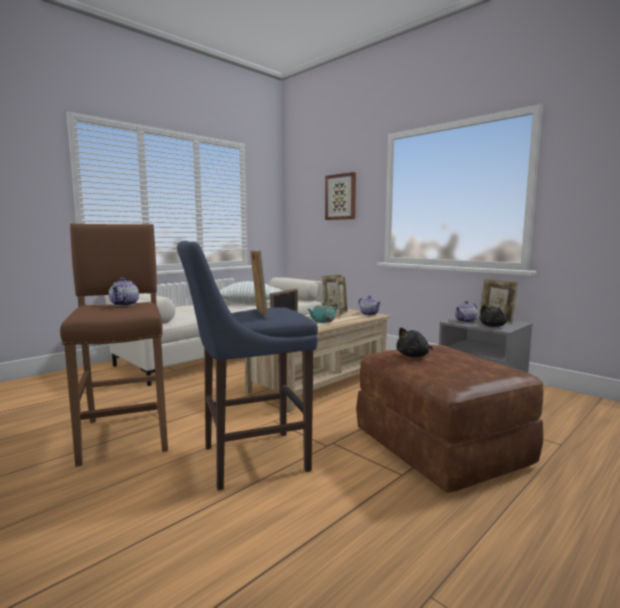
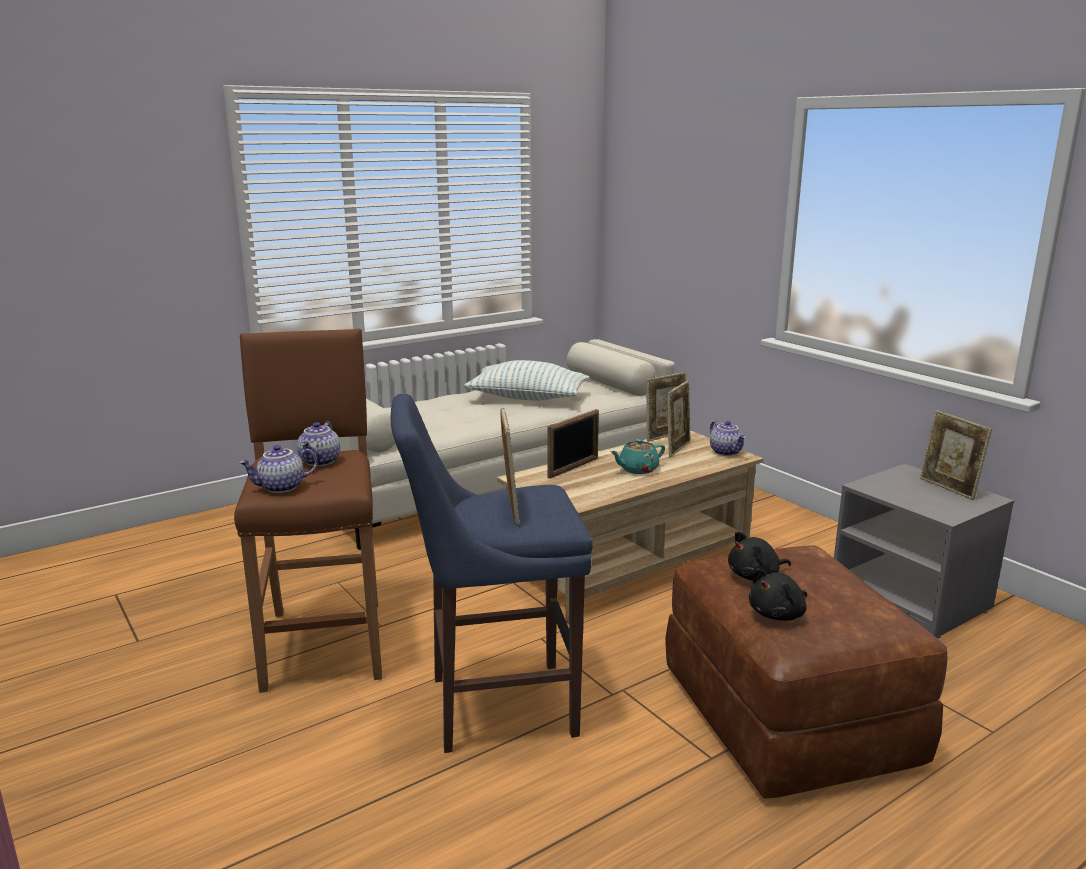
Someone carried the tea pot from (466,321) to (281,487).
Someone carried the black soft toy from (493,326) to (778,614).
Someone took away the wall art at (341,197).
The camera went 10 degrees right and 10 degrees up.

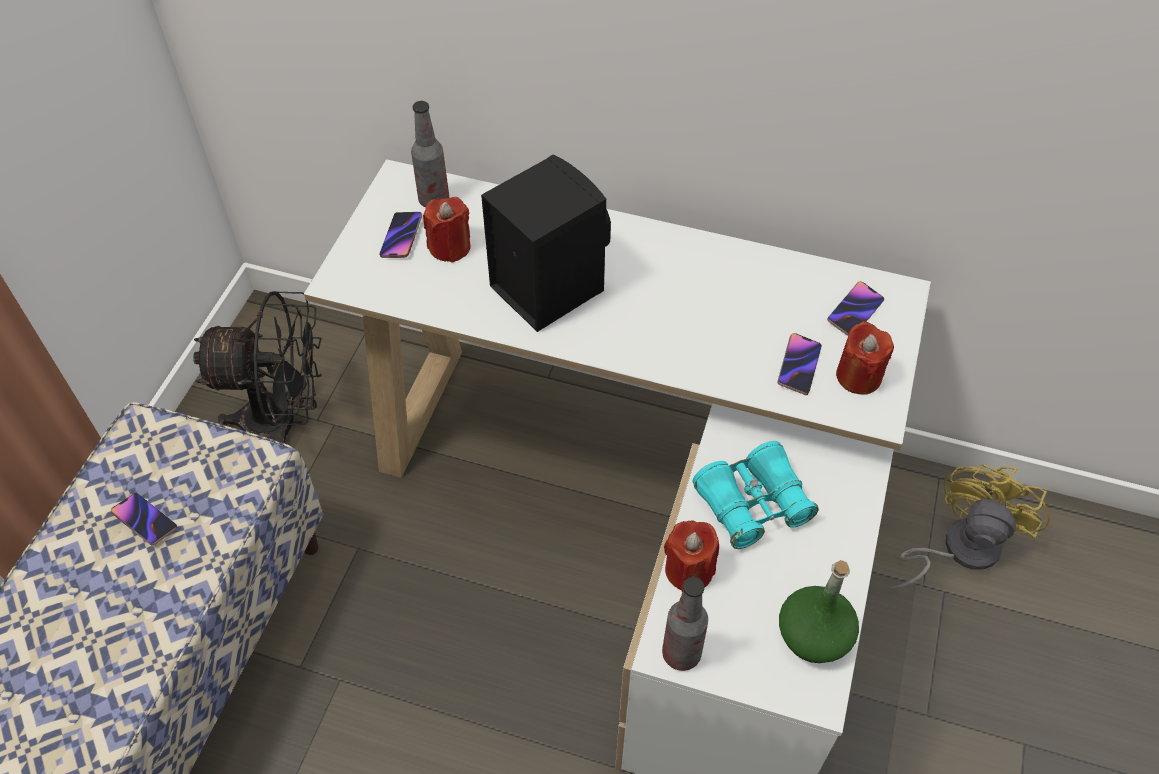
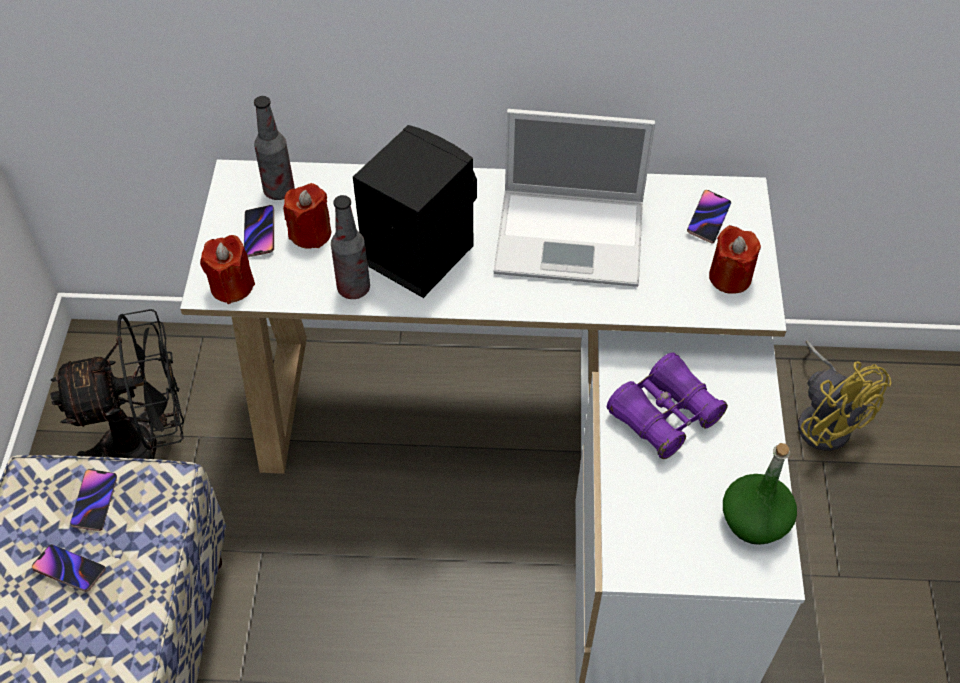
Someone carried the phone from (798,366) to (95,501).
Someone carried the red wax light from (689,570) to (232,286).
Someone carried the beverage bottle from (681,653) to (353,288).
Someone put down the portable computer at (573,237).
Someone repainted the turquoise-coloured pair of binoculars at (752,504), which became the purple pair of binoculars at (664,415).
Someone rotated the yellowish cooling fan at (958,549) by 135 degrees clockwise.
The camera went 15 degrees left and 0 degrees up.

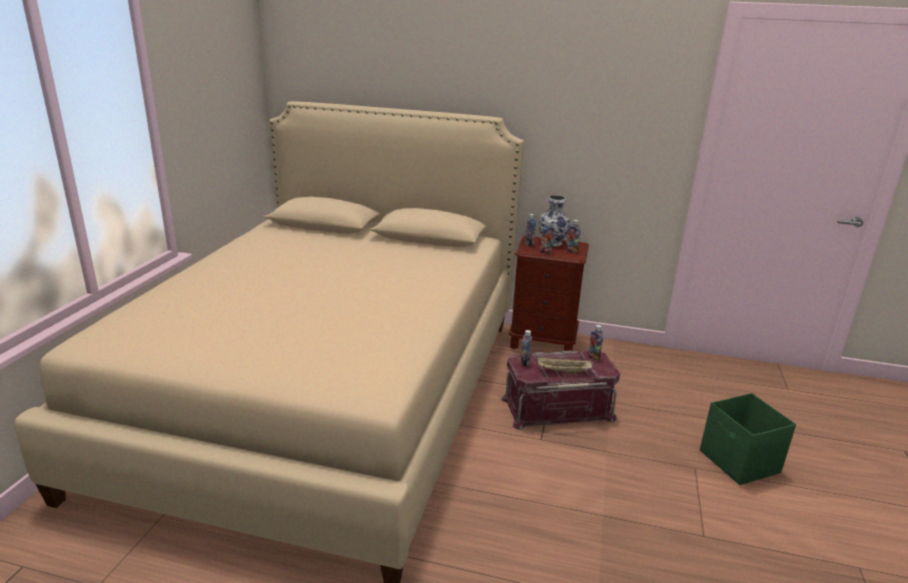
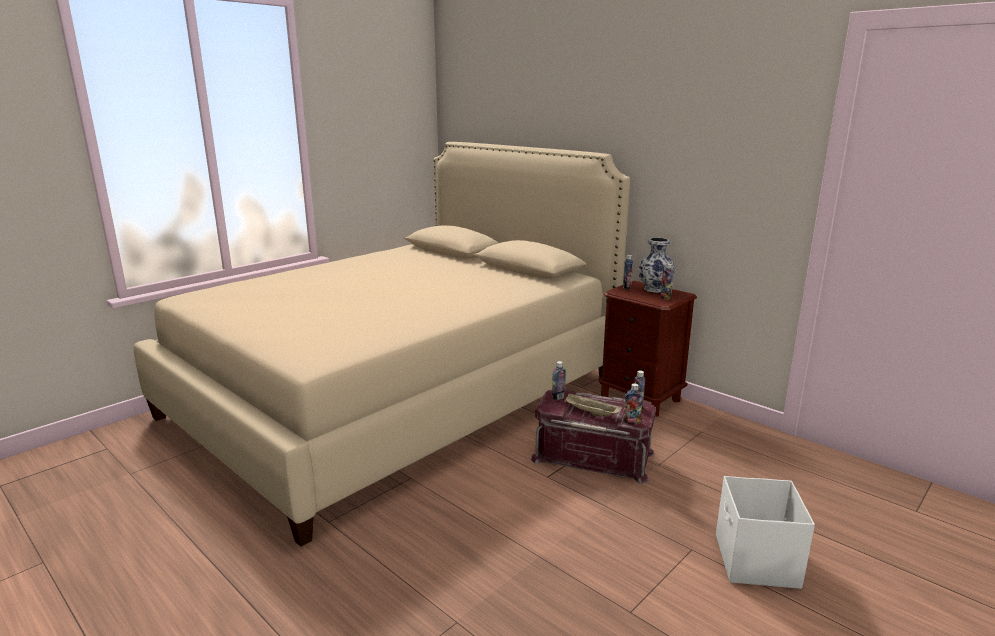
Someone carried the beverage bottle from (546,252) to (631,422).
Someone repainted the green-coloured storage container at (739,462), which became the whitish storage container at (755,562).
The camera went 30 degrees right and 5 degrees down.

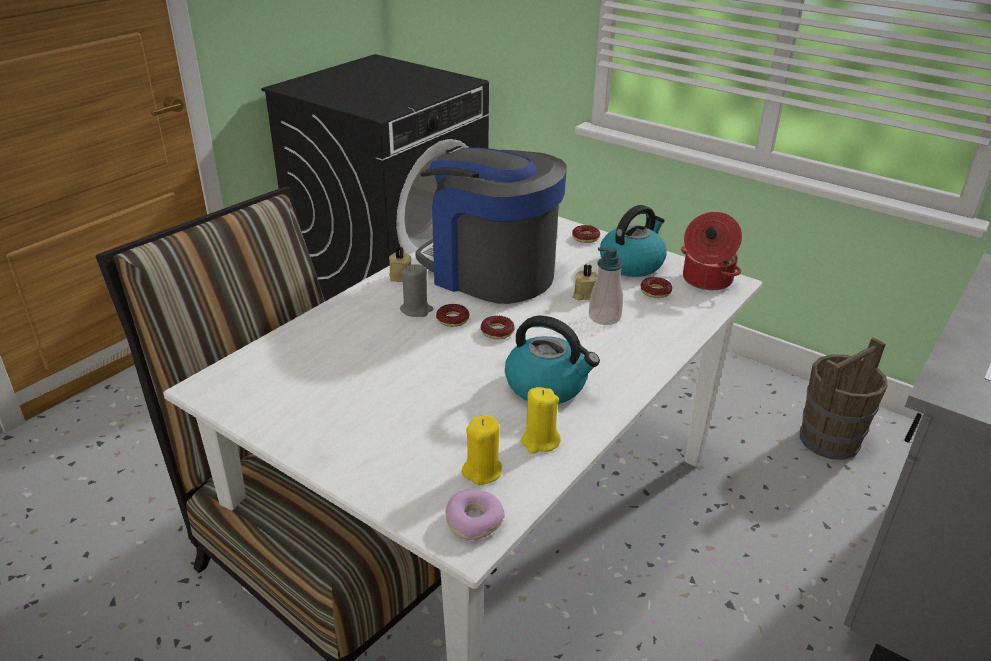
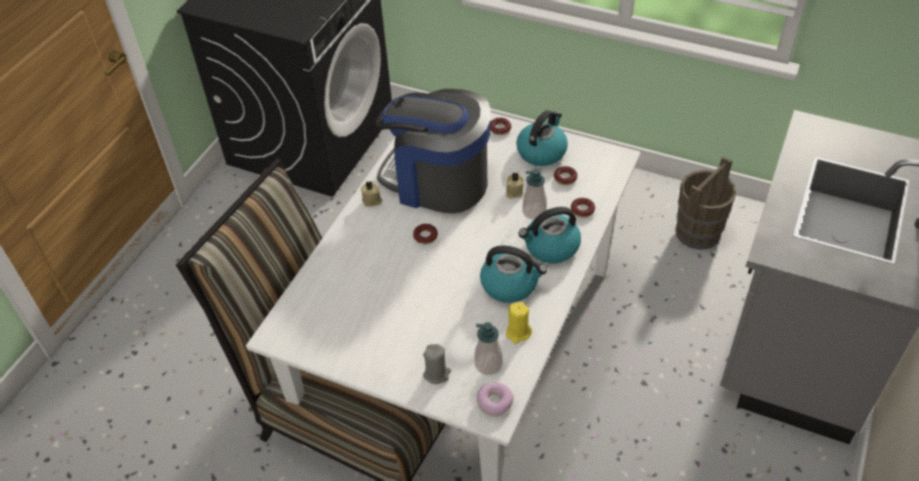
Someone carried the gray wax light from (416,310) to (437,374).
Someone swapped the yellowish wax light at (482,471) for the liquid soap bottle at (488,364).
Someone put down the water kettle at (551,247).
Someone carried the ring doughnut from (497,331) to (582,210).
Someone took away the stockpot at (706,280).
The camera went 10 degrees left and 15 degrees up.

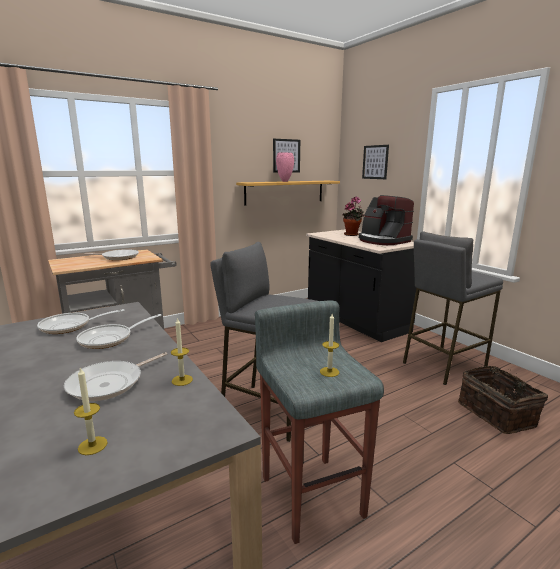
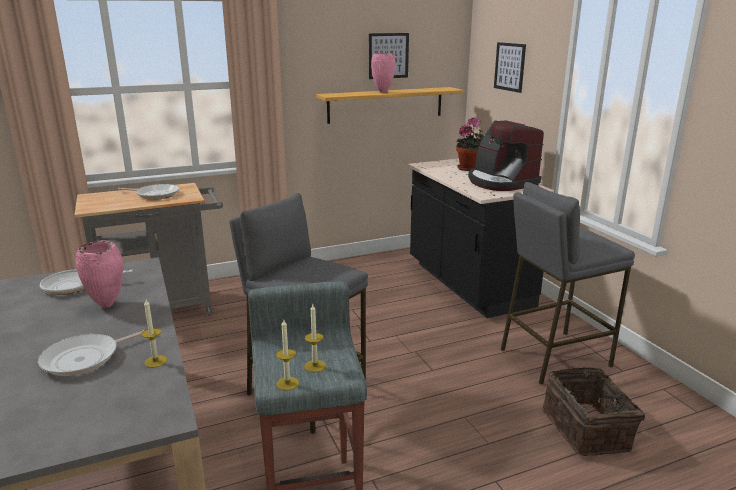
Someone swapped the frying pan at (110,339) for the pinkish flower vase at (108,305).
Someone carried the wax light from (92,445) to (287,383).
The camera went 10 degrees right and 5 degrees up.

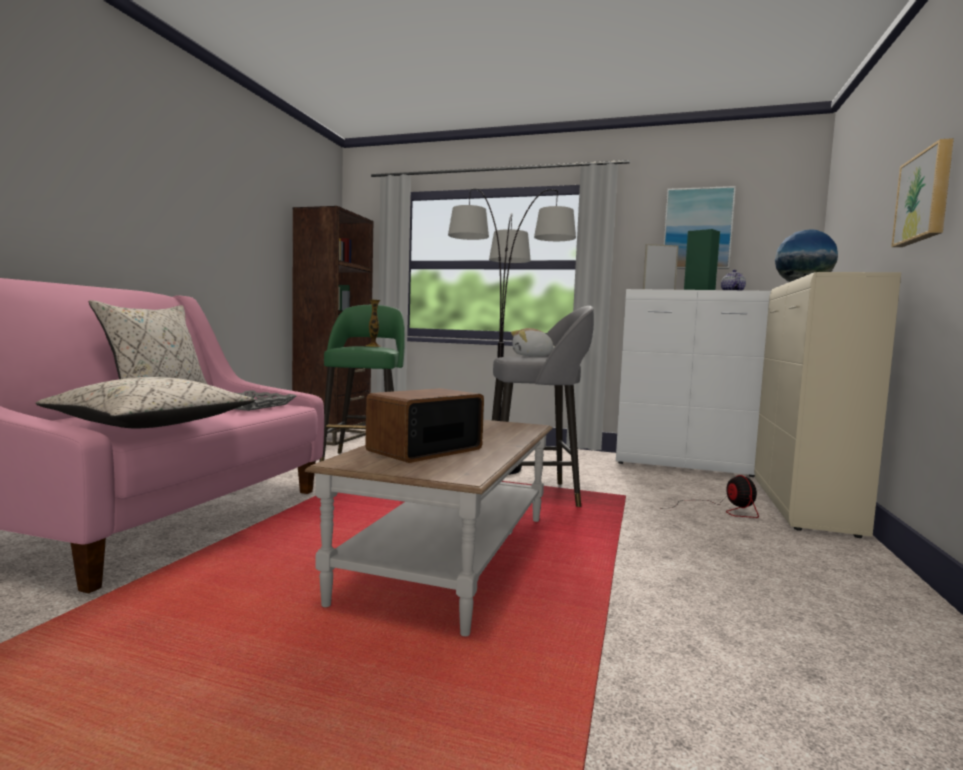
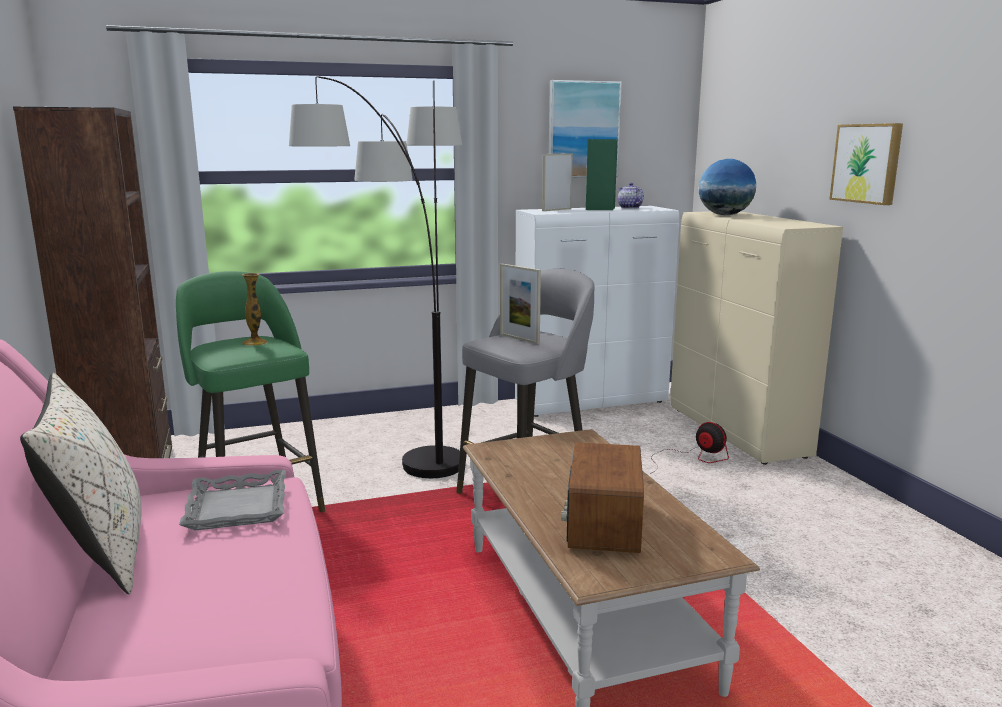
Someone swapped the soft toy at (532,356) for the photo frame at (519,338).
Someone took away the beige pillow at (151,425).
The camera went 35 degrees left and 10 degrees up.

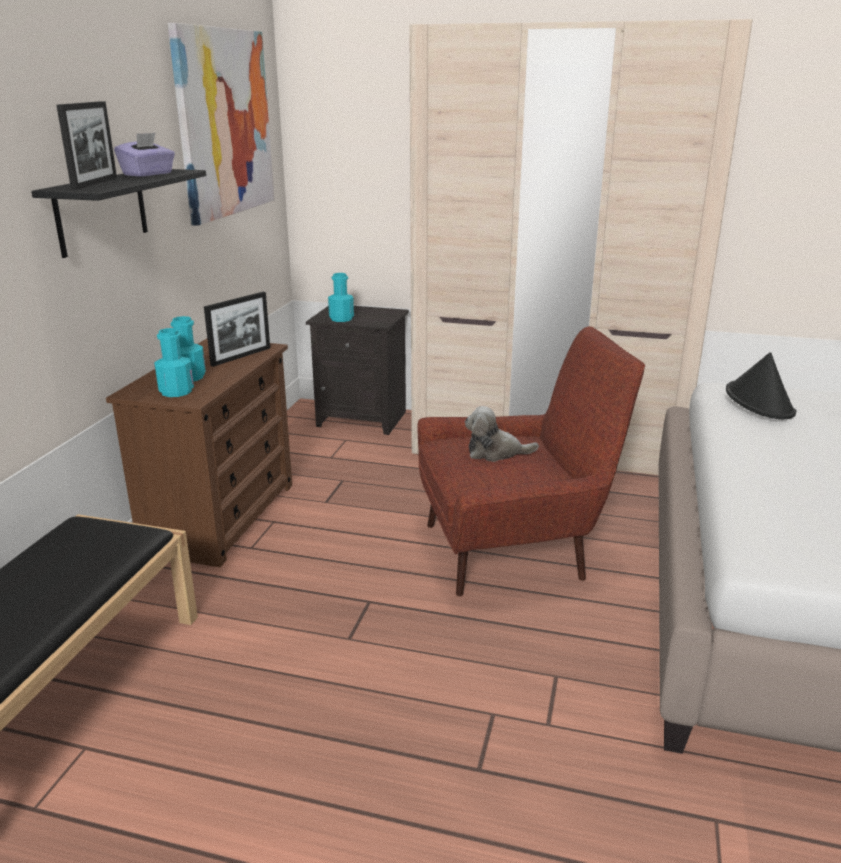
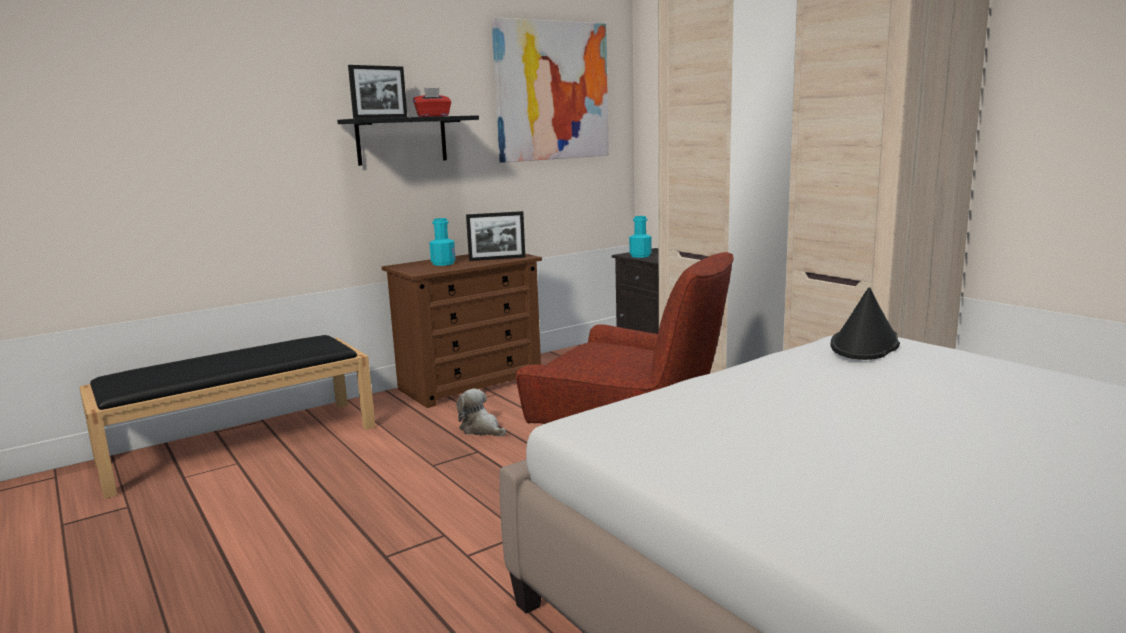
Someone repainted the purple box of tissues at (148,174), which became the red box of tissues at (433,116).
Someone carried the soft toy from (495,452) to (481,429).
Someone took away the turquoise-coloured beverage bottle at (176,391).
The camera went 40 degrees right and 10 degrees down.

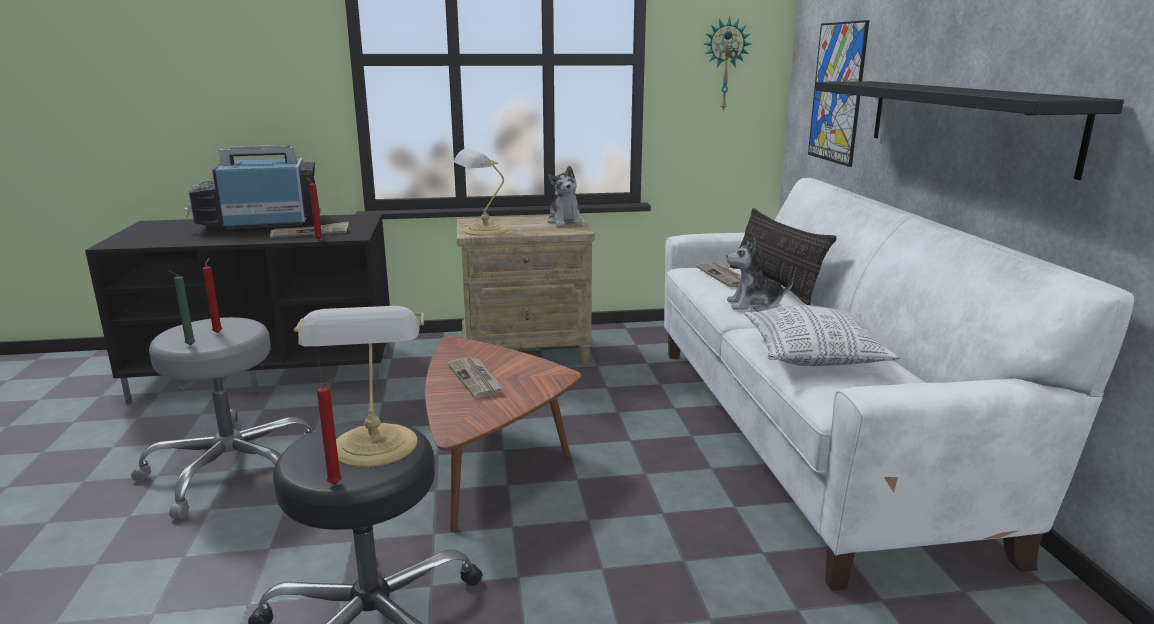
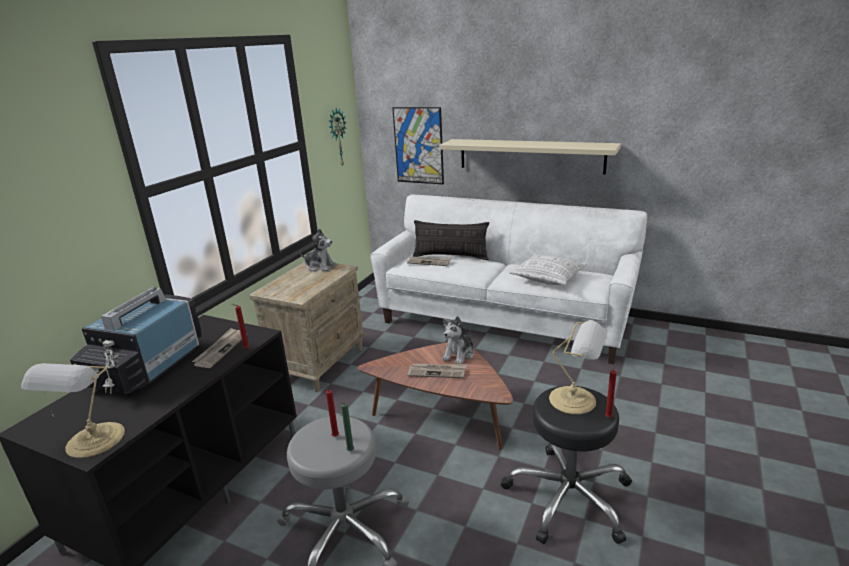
Someone carried the tabletop lamp from (483,230) to (93,442).
Someone repainted the black wall shelf at (963,121), which became the beige wall shelf at (530,156).
Someone carried the soft toy from (754,305) to (459,355).
The camera went 55 degrees left and 5 degrees up.

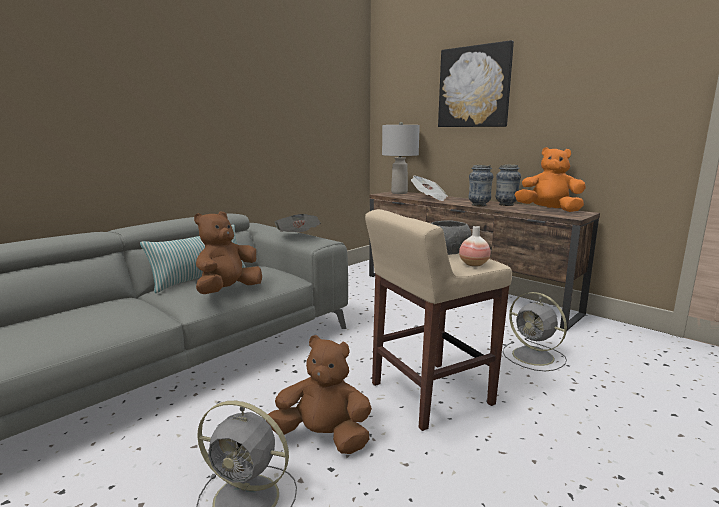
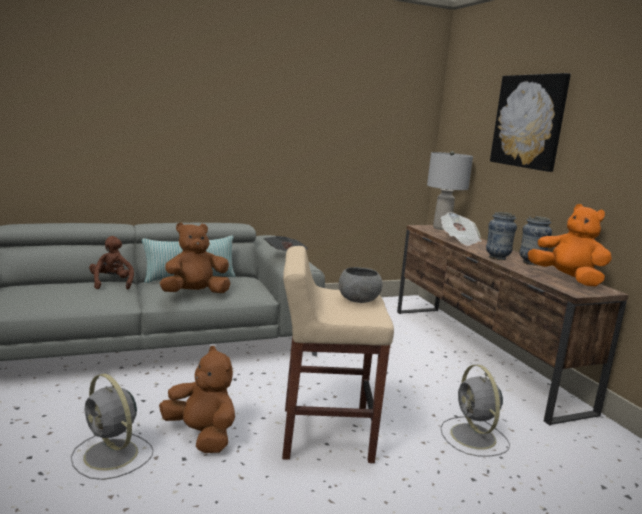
Someone put down the brown soft toy at (112,283).
Someone took away the flower vase at (473,264).
The camera went 25 degrees right and 0 degrees up.

